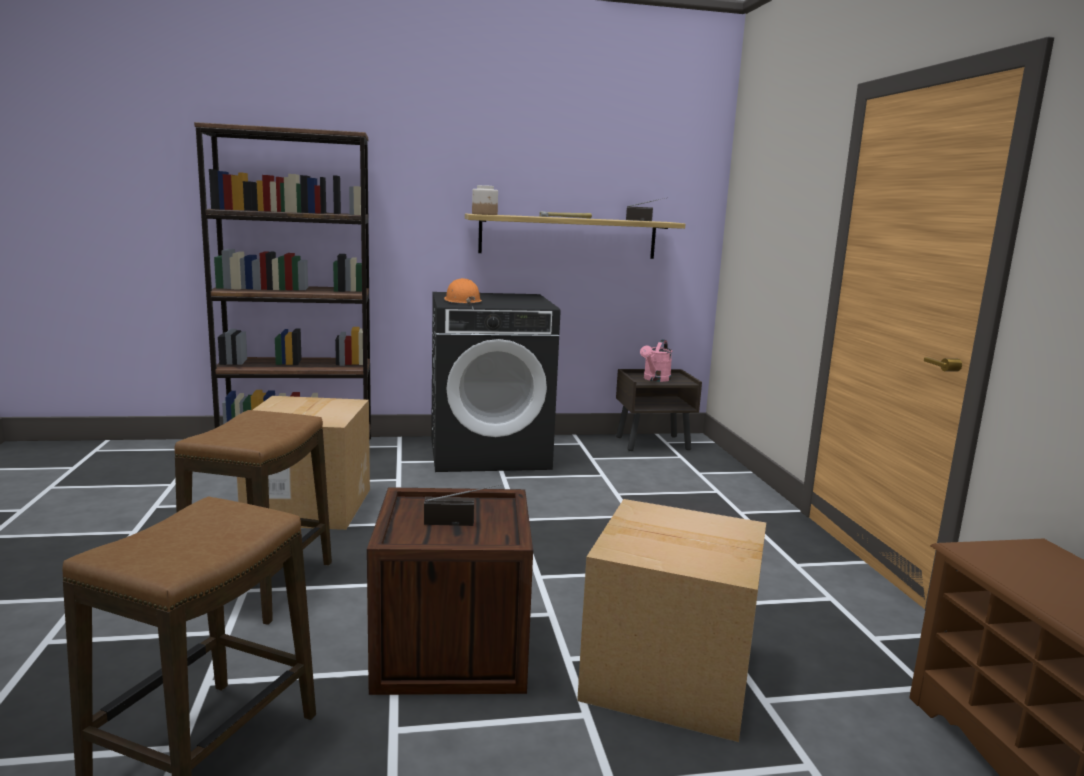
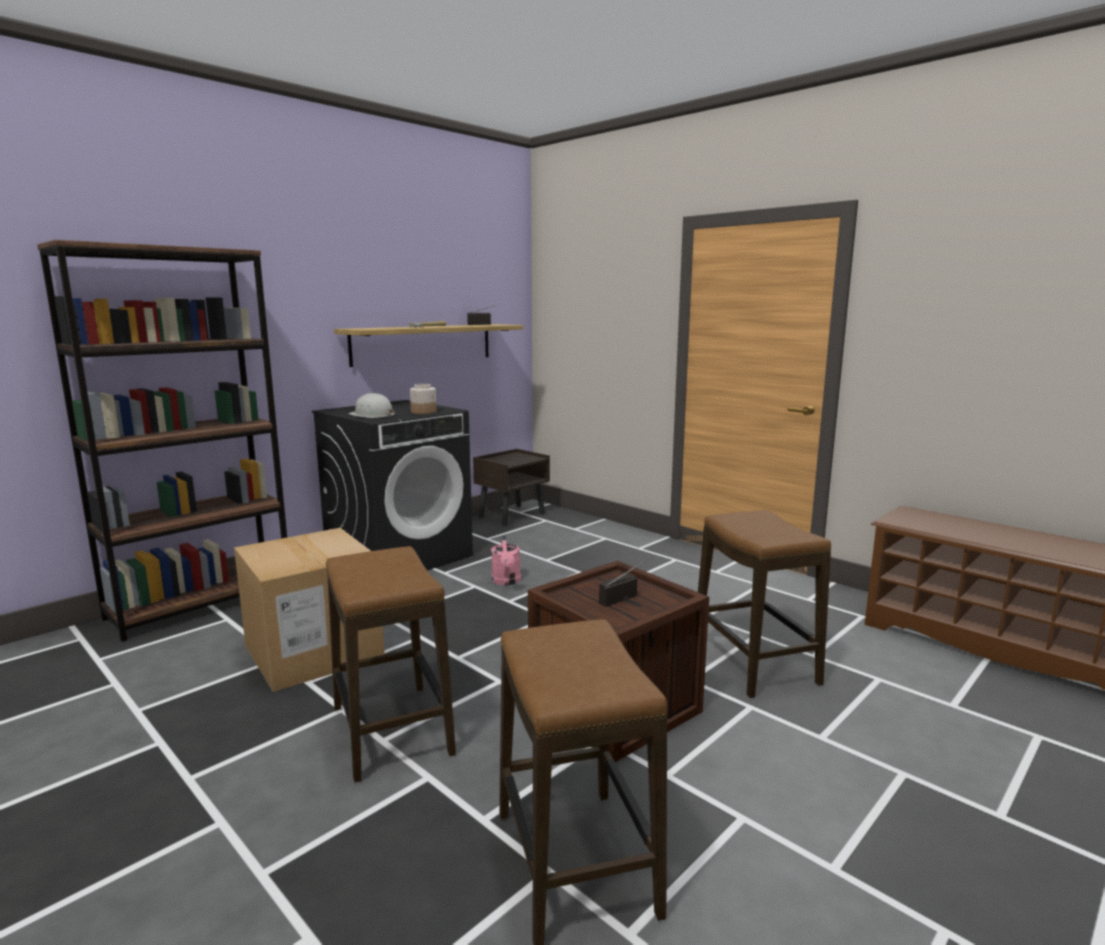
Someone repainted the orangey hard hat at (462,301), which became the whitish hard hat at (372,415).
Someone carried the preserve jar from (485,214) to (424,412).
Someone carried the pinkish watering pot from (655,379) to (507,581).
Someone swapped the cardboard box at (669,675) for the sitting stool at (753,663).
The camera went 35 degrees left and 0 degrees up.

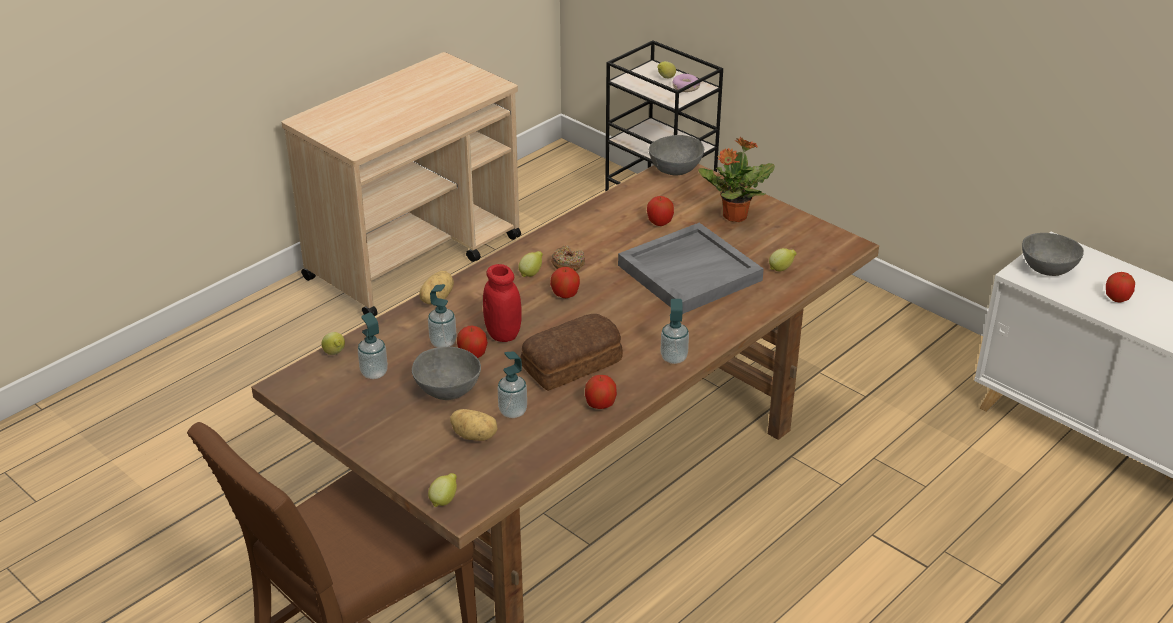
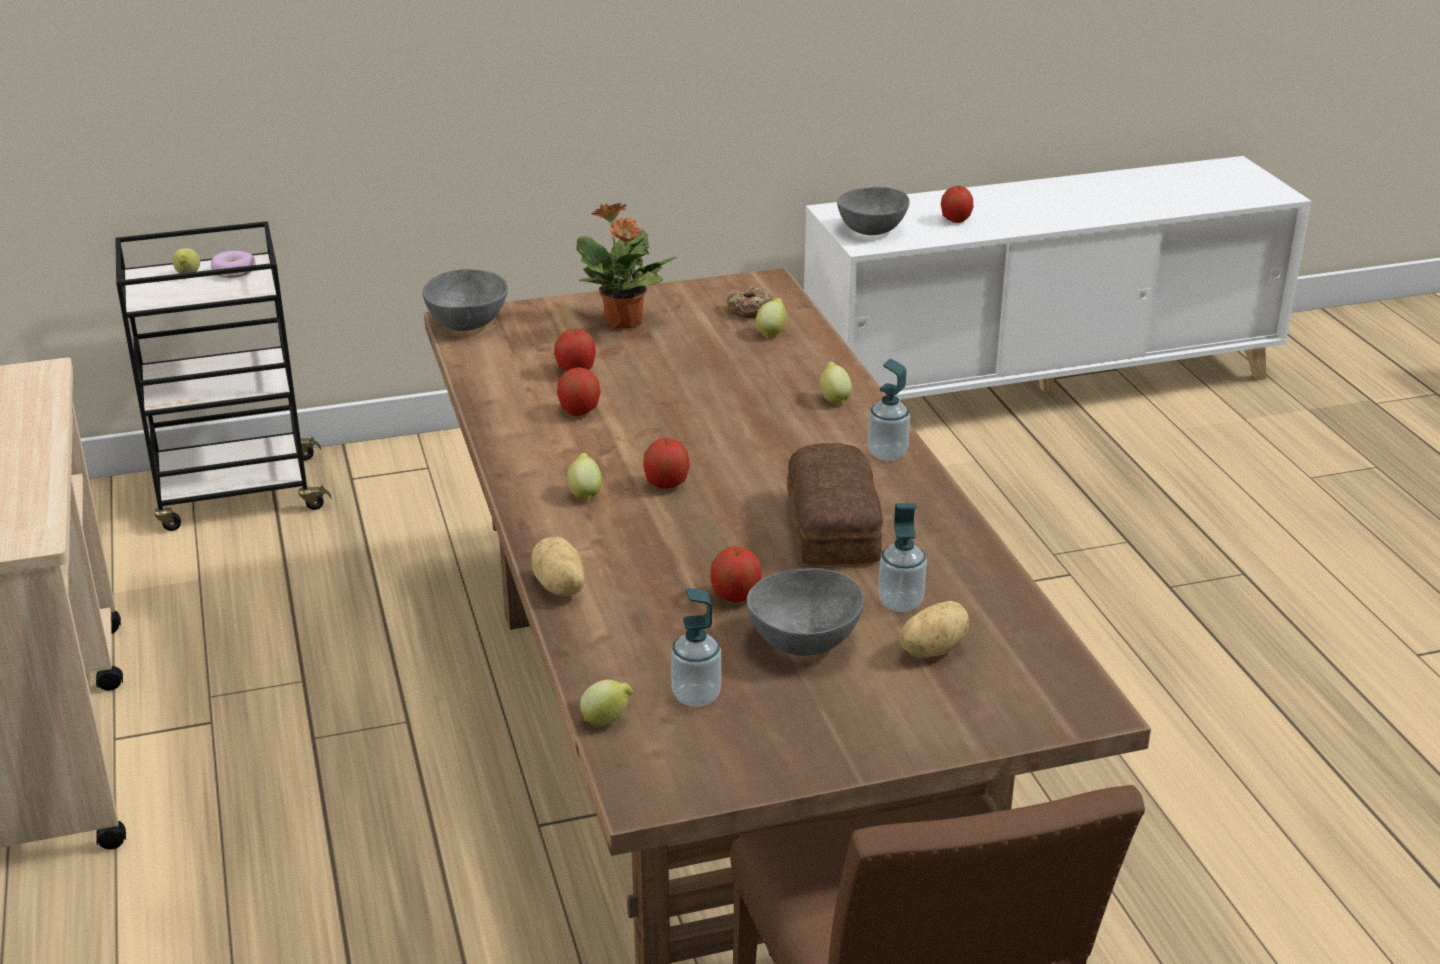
Someone carried the apple from (600,404) to (579,411).
Someone carried the ring doughnut from (568,264) to (750,310).
Someone carried the whole lemon from (444,500) to (834,399).
Someone took away the liquid soap bottle at (443,342).
Someone took away the red preserve jar at (503,334).
Someone took away the gray serving tray at (689,272).
The camera went 60 degrees left and 5 degrees down.

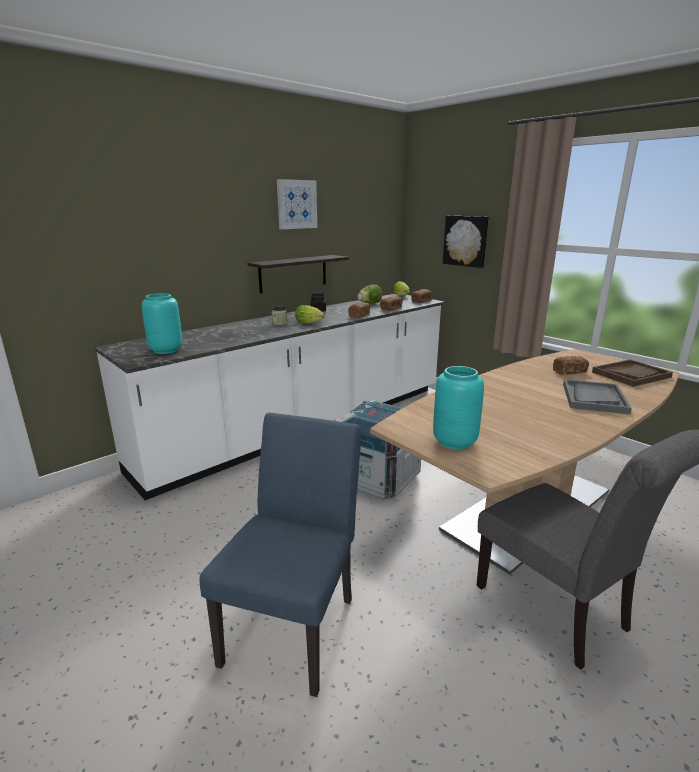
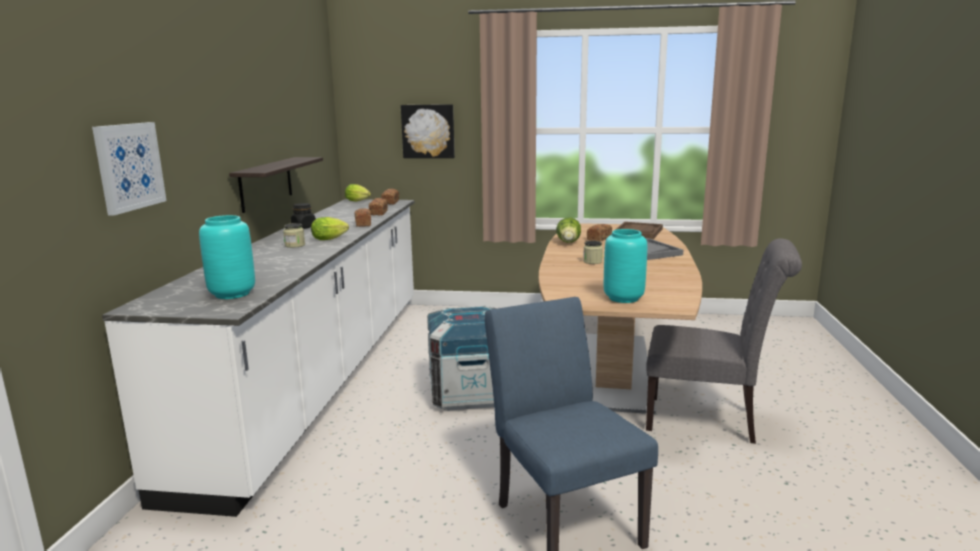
Someone carried the wall art from (296,204) to (129,166).
Someone carried the head of lettuce from (369,303) to (568,243).
Someone put down the preserve jar at (592,261).
The camera went 40 degrees left and 5 degrees down.

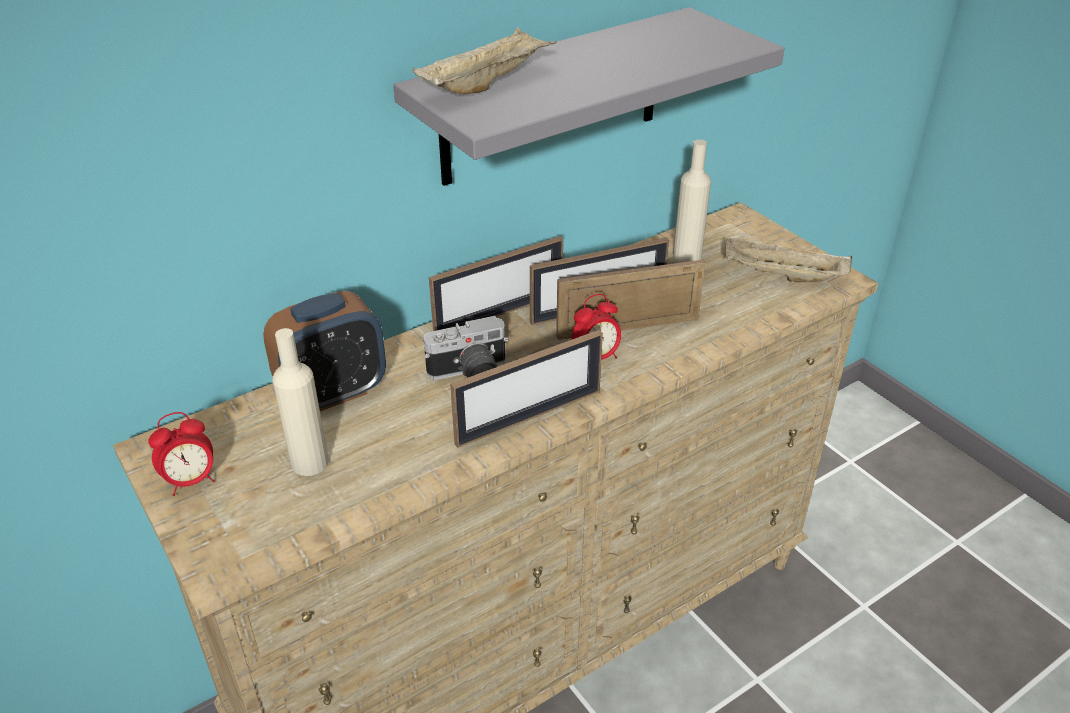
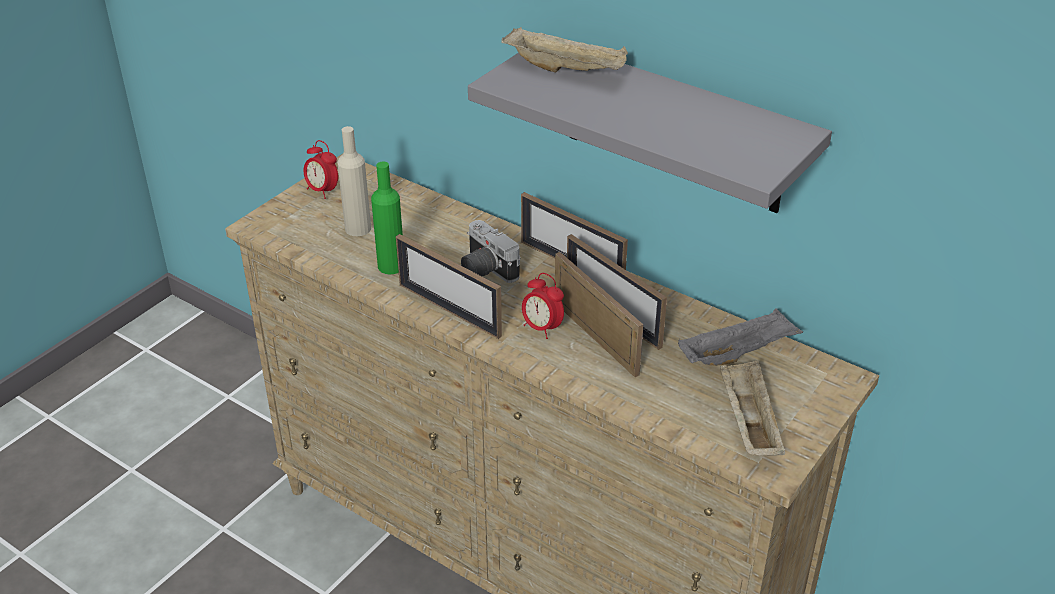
Someone put down the green-coloured beverage bottle at (391,266).
Someone swapped the beige beverage bottle at (687,256) for the gray serving tray at (738,353).
Someone took away the table clock at (333,393).
The camera went 70 degrees right and 0 degrees up.

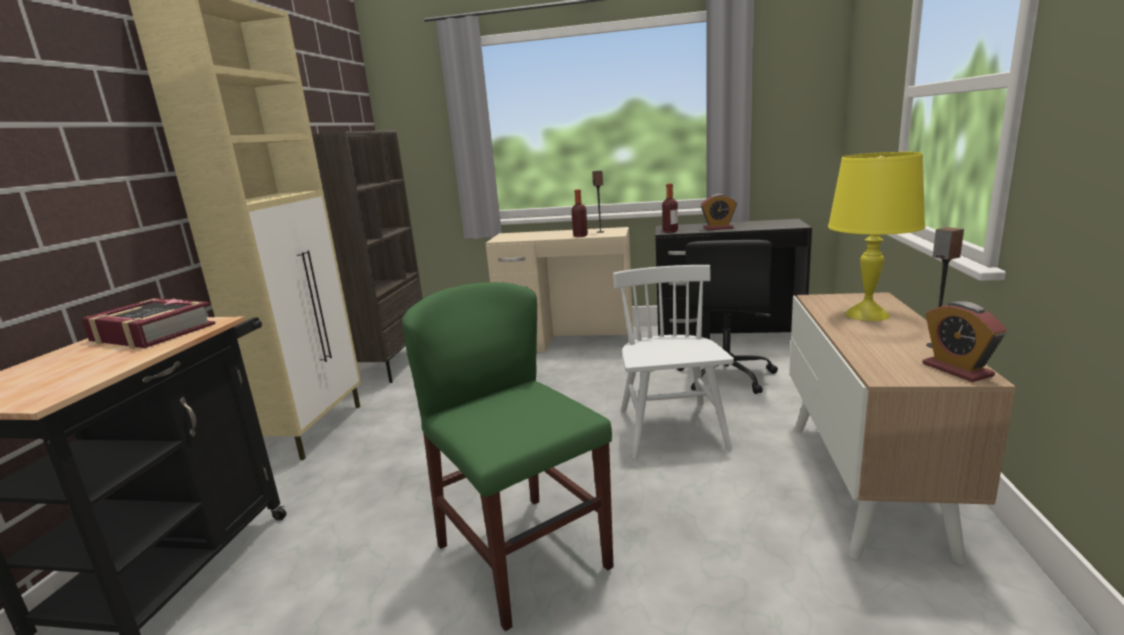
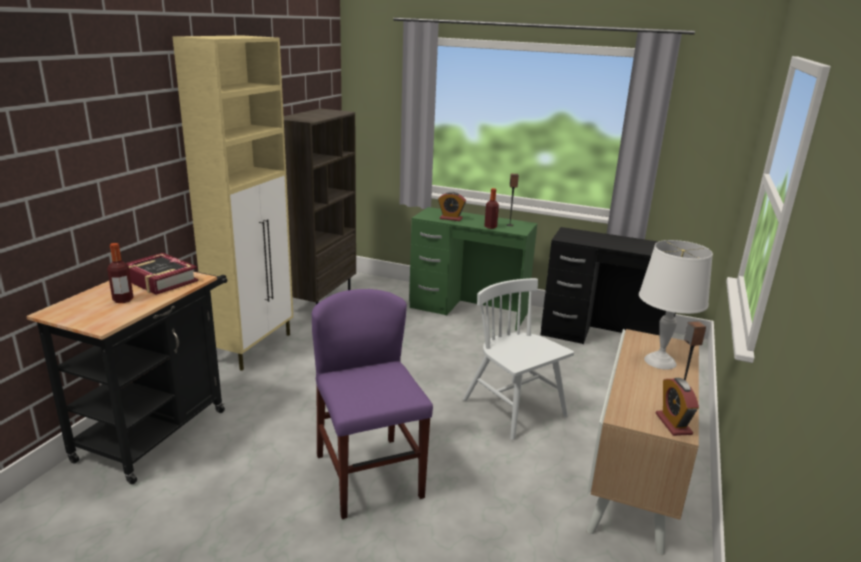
Someone carried the beverage bottle from (670,231) to (123,300).
Someone repainted the green-coloured upright chair at (522,556), which became the purple upright chair at (369,476).
Someone repainted the beige desk at (567,343), which became the green-coloured desk at (468,310).
Someone carried the table clock from (718,228) to (451,218).
Someone rotated the whitish upright chair at (672,429) by 45 degrees counterclockwise.
Someone repainted the yellowish tabletop lamp at (867,314), which became the whitish tabletop lamp at (660,361).
Someone took away the black computer chair at (726,376).
The camera went 10 degrees right and 5 degrees up.

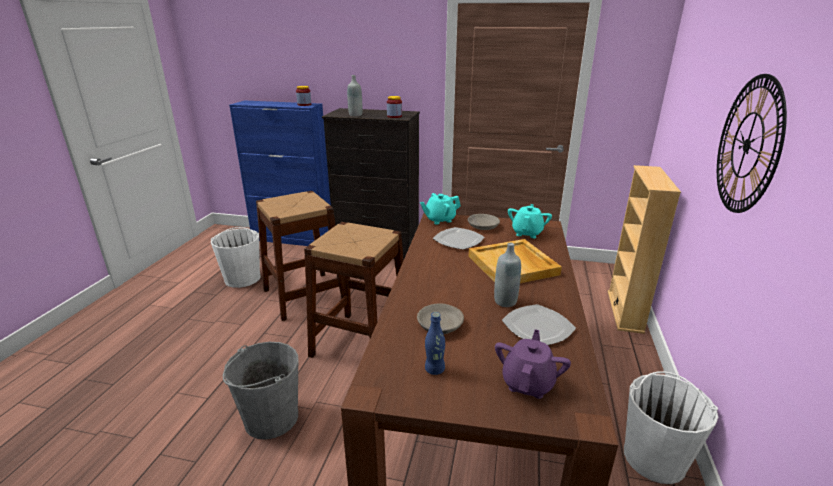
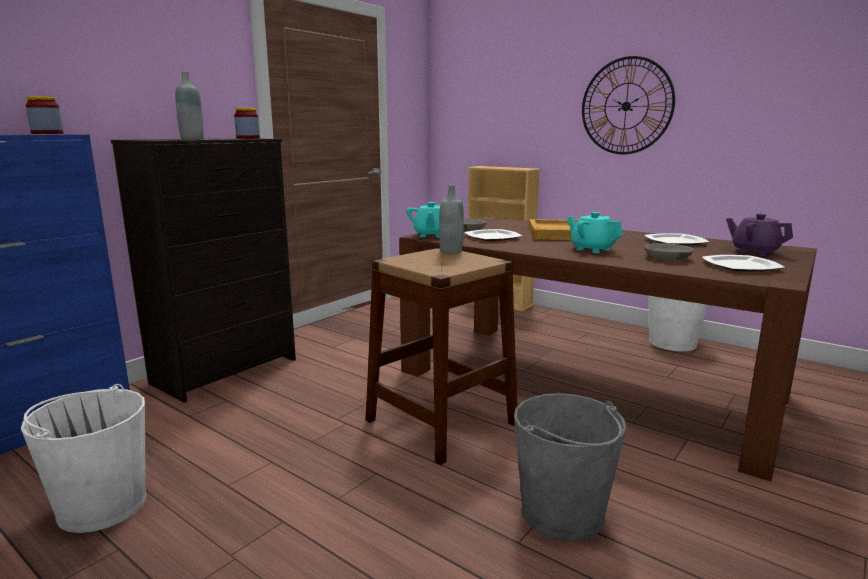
Someone carried the gray beverage bottle from (505,301) to (451,251).
Someone carried the turquoise-coloured tea pot from (527,233) to (592,249).
Someone swapped the bluish beverage bottle at (434,369) for the dinner plate at (740,266).
Someone took away the brown sitting stool at (304,295).
The camera went 65 degrees left and 10 degrees down.

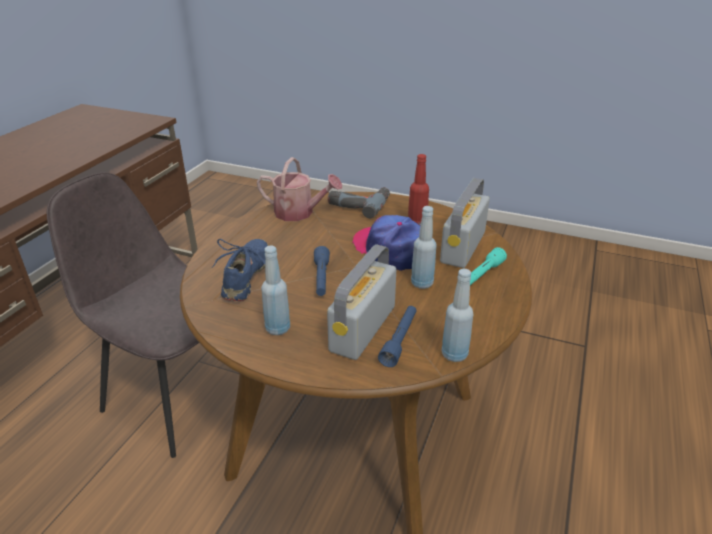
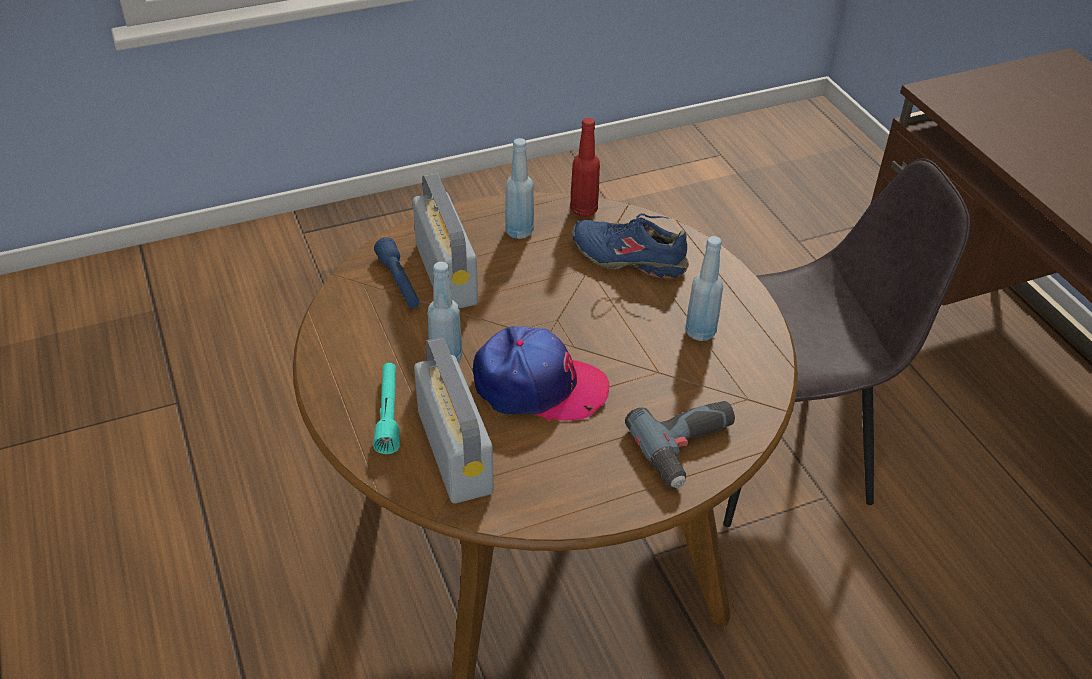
Someone carried the red beverage bottle from (417,223) to (584,210).
Someone rotated the bluish low shoe at (247,277) by 150 degrees clockwise.
Someone carried the bluish beverage bottle from (454,354) to (700,332).
Someone took away the watering pot at (299,213).
Someone took away the bluish flashlight at (321,278).
The camera went 135 degrees right and 10 degrees up.

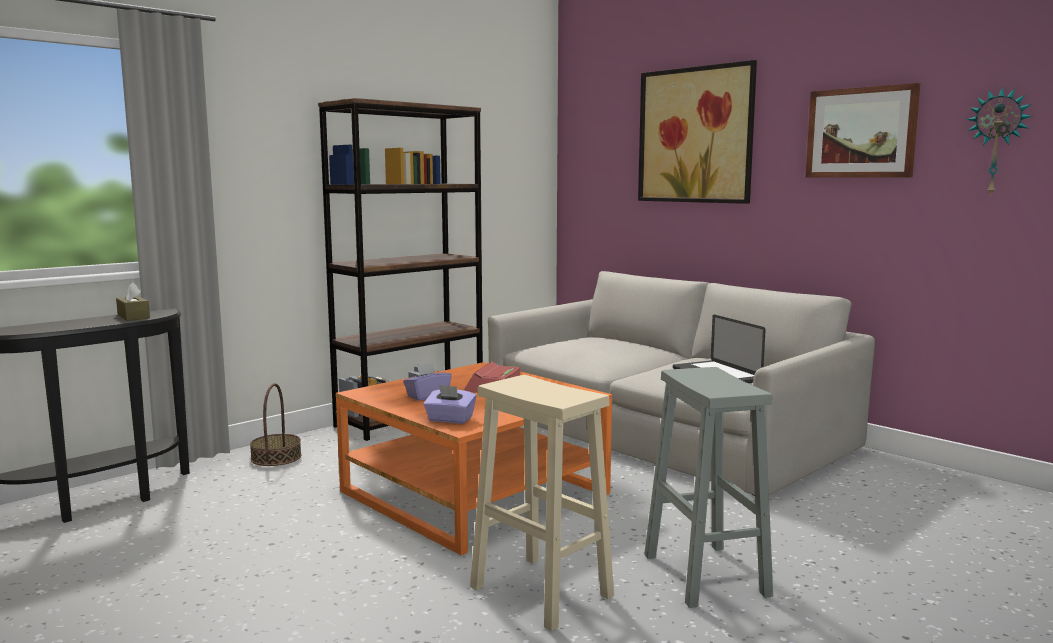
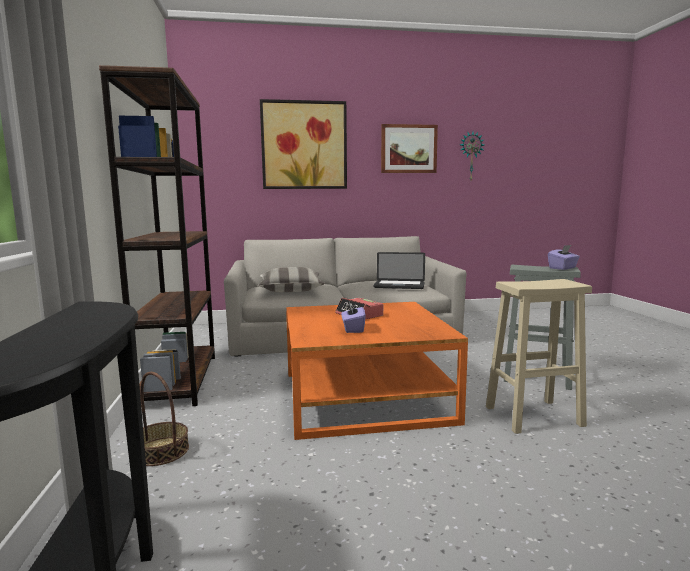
Someone put down the pillow at (291,290).
Someone carried the purple box of tissues from (450,419) to (563,268).
Someone took away the brown box of tissues at (133,316).
The camera went 55 degrees left and 0 degrees up.

